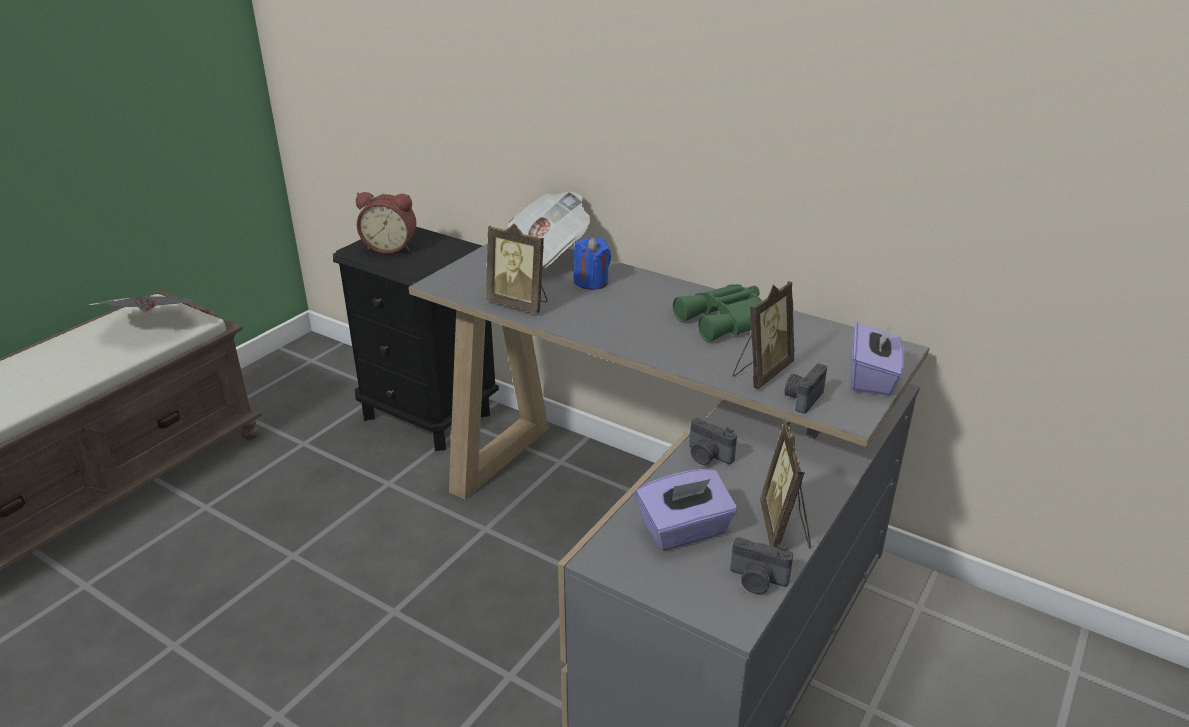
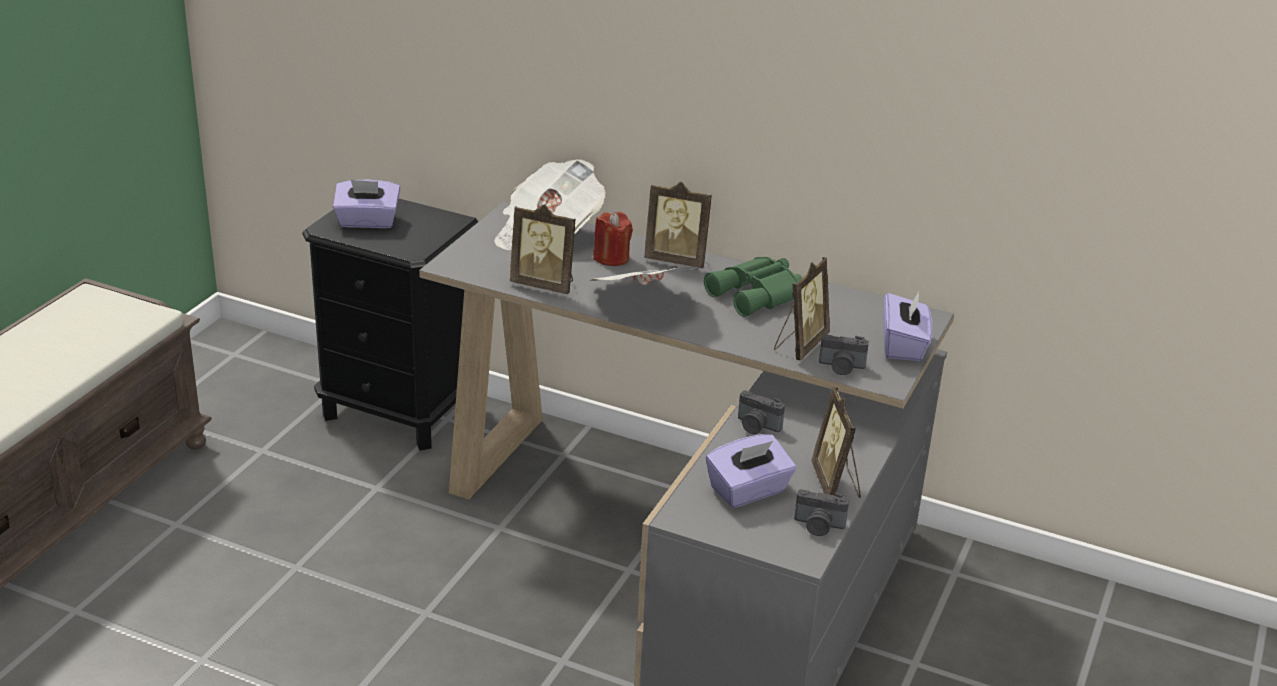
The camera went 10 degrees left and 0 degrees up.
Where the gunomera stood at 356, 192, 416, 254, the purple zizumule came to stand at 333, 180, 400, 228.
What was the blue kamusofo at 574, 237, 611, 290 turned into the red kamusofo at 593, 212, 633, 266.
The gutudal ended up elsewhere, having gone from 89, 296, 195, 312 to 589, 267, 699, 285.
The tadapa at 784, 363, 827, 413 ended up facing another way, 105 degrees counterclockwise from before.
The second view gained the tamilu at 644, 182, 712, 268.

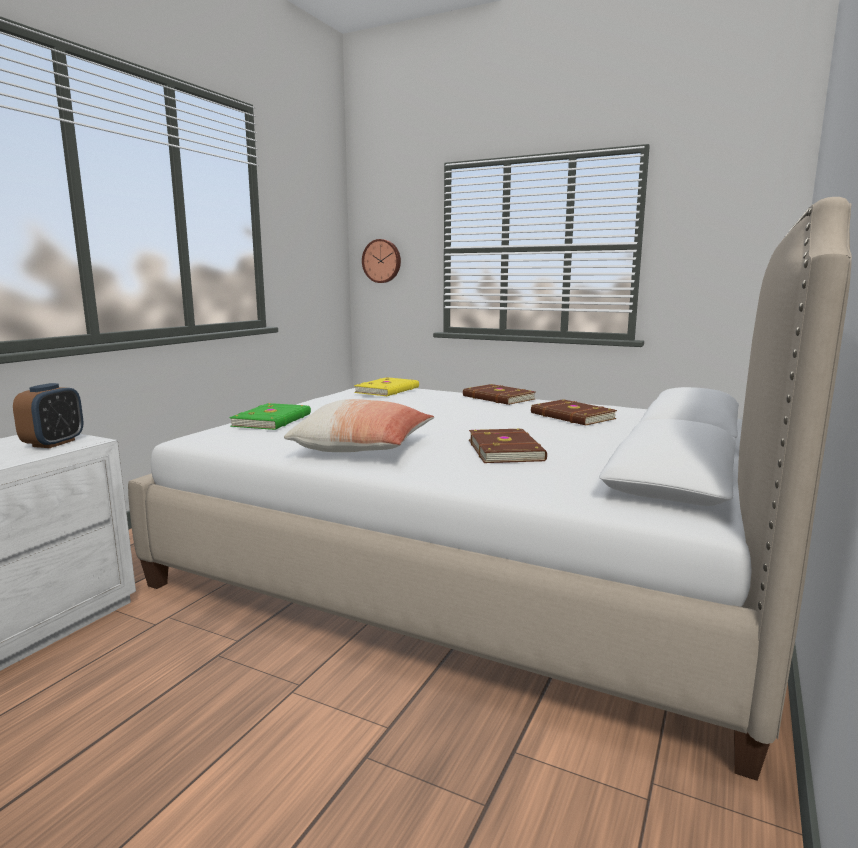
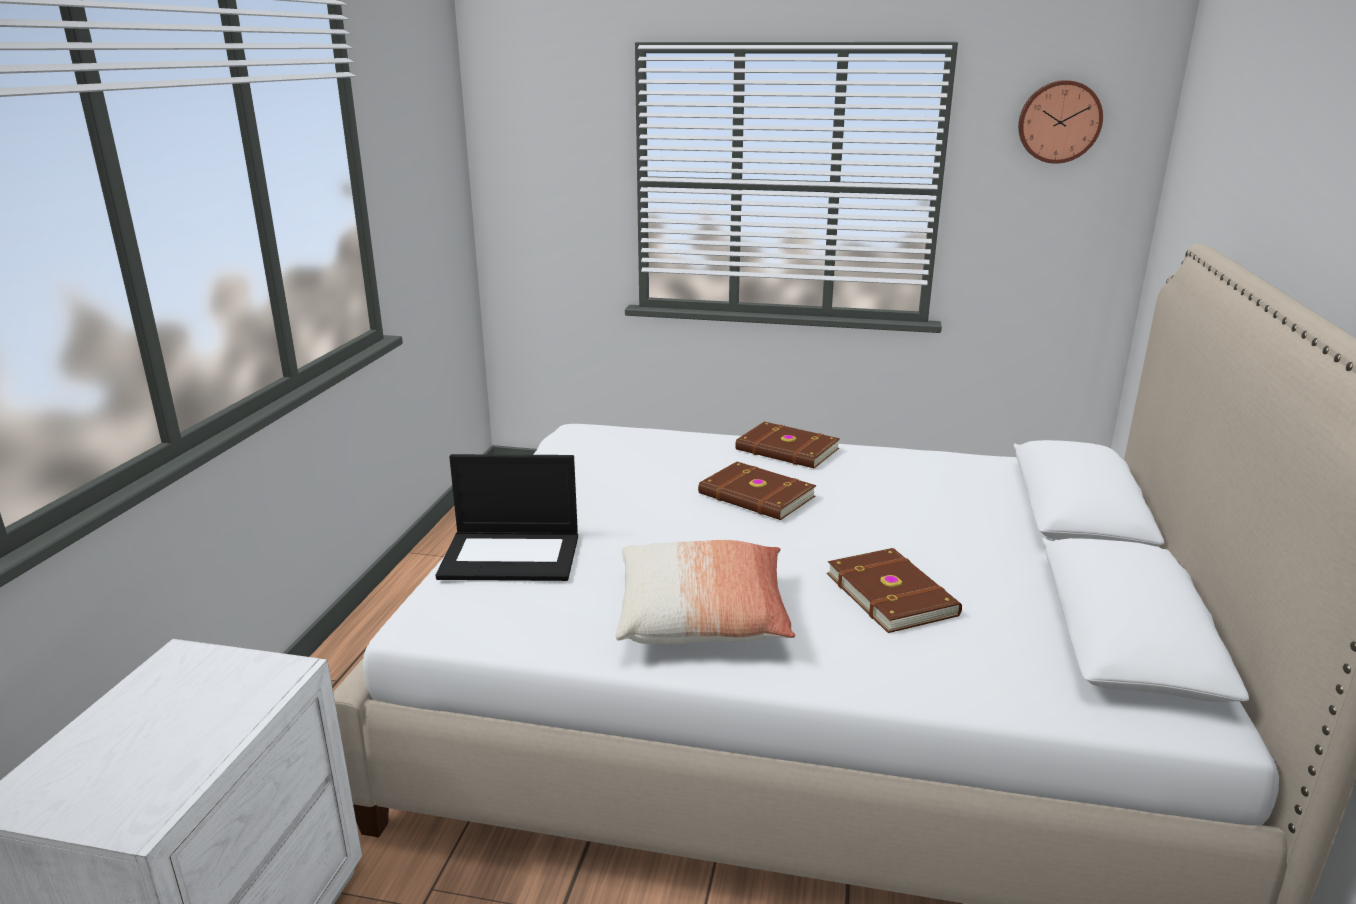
The camera went 15 degrees left and 10 degrees up.
The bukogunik ended up elsewhere, having gone from 362, 239, 401, 283 to 1018, 80, 1103, 164.
The second view lost the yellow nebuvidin at 354, 377, 419, 396.
The second view lost the gunomera at 13, 383, 84, 448.
The brown nebuvidin ended up elsewhere, having gone from 531, 399, 617, 425 to 698, 462, 816, 520.
Where the green nebuvidin stood at 229, 403, 311, 430, the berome came to stand at 436, 454, 578, 581.

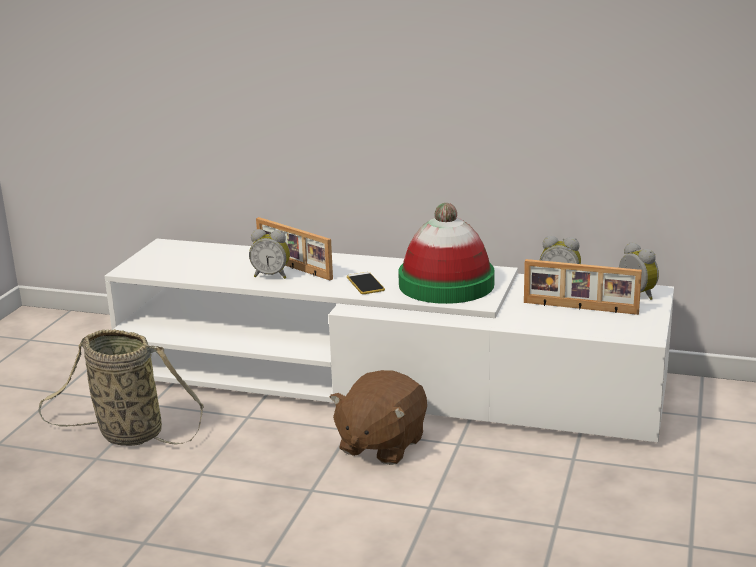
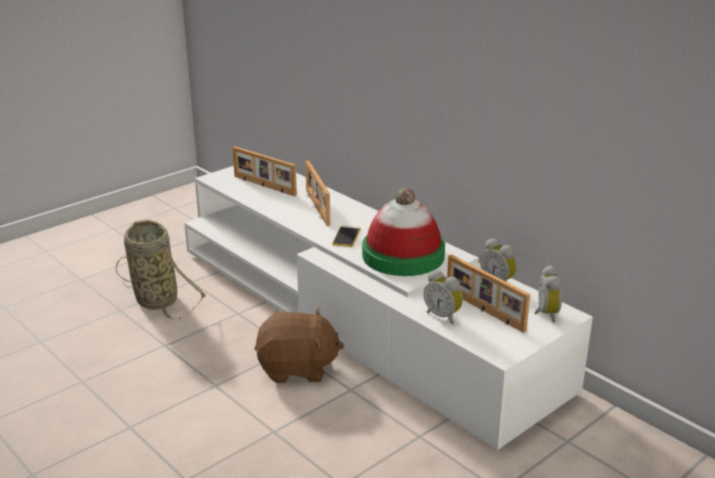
The camera went 30 degrees right and 5 degrees up.
The gunomera ended up elsewhere, having gone from 249, 229, 290, 279 to 424, 270, 463, 324.
The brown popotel at 330, 370, 427, 465 ended up facing another way, 150 degrees counterclockwise from before.
The second view gained the tamilu at 232, 146, 297, 196.

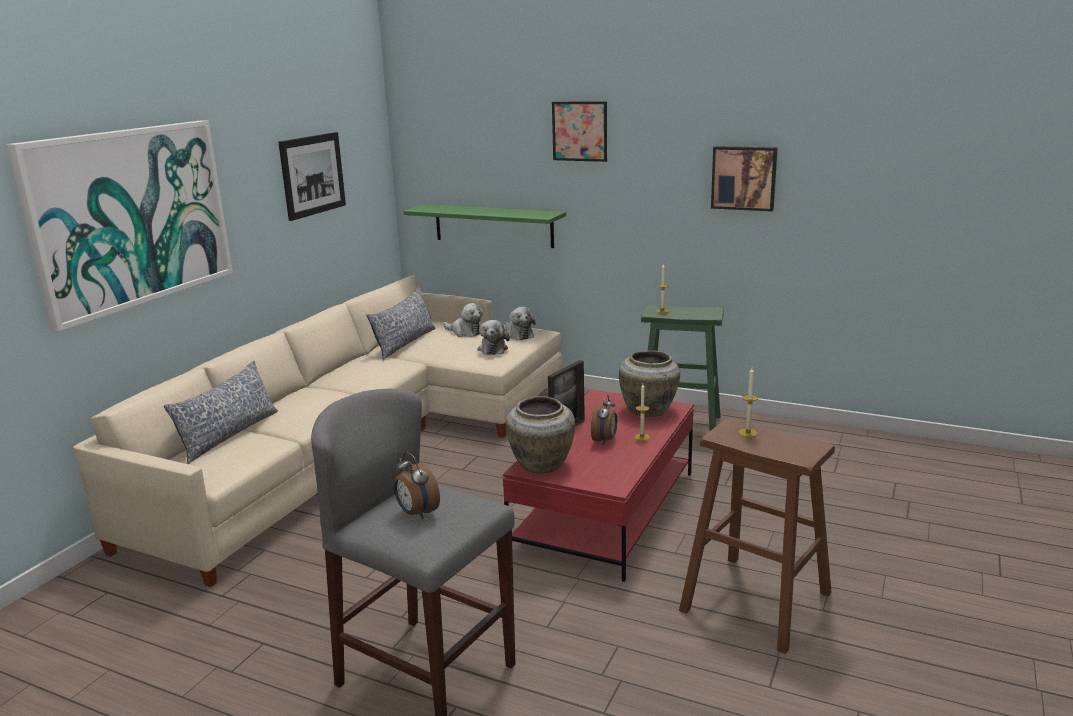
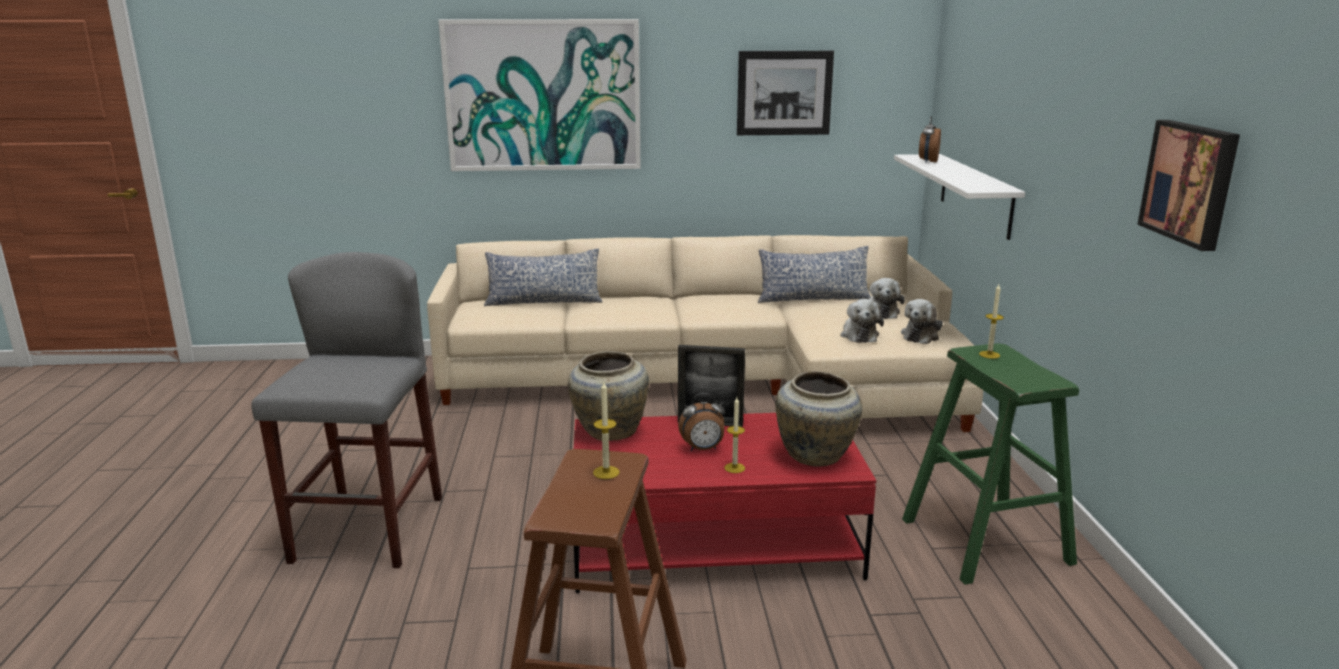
The camera went 60 degrees right and 0 degrees up.
The second view lost the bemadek at 552, 102, 607, 162.
What was the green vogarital at 403, 204, 566, 248 turned into the white vogarital at 894, 154, 1025, 240.
The popotel at 478, 320, 510, 355 ended up facing another way, 60 degrees counterclockwise from before.
The gunomera ended up elsewhere, having gone from 394, 452, 440, 519 to 919, 116, 941, 163.

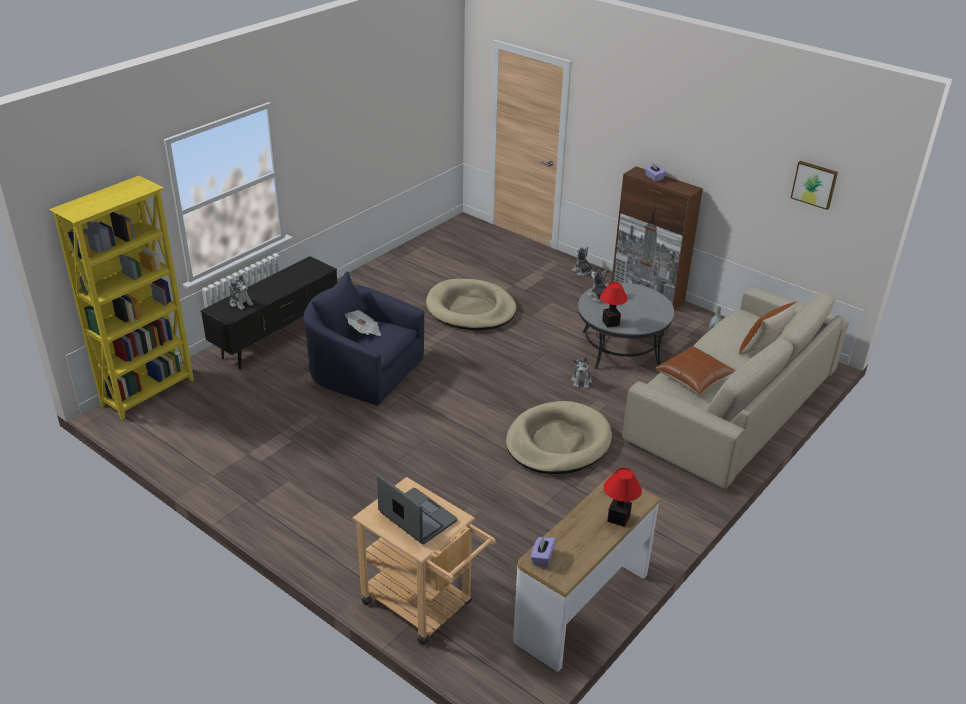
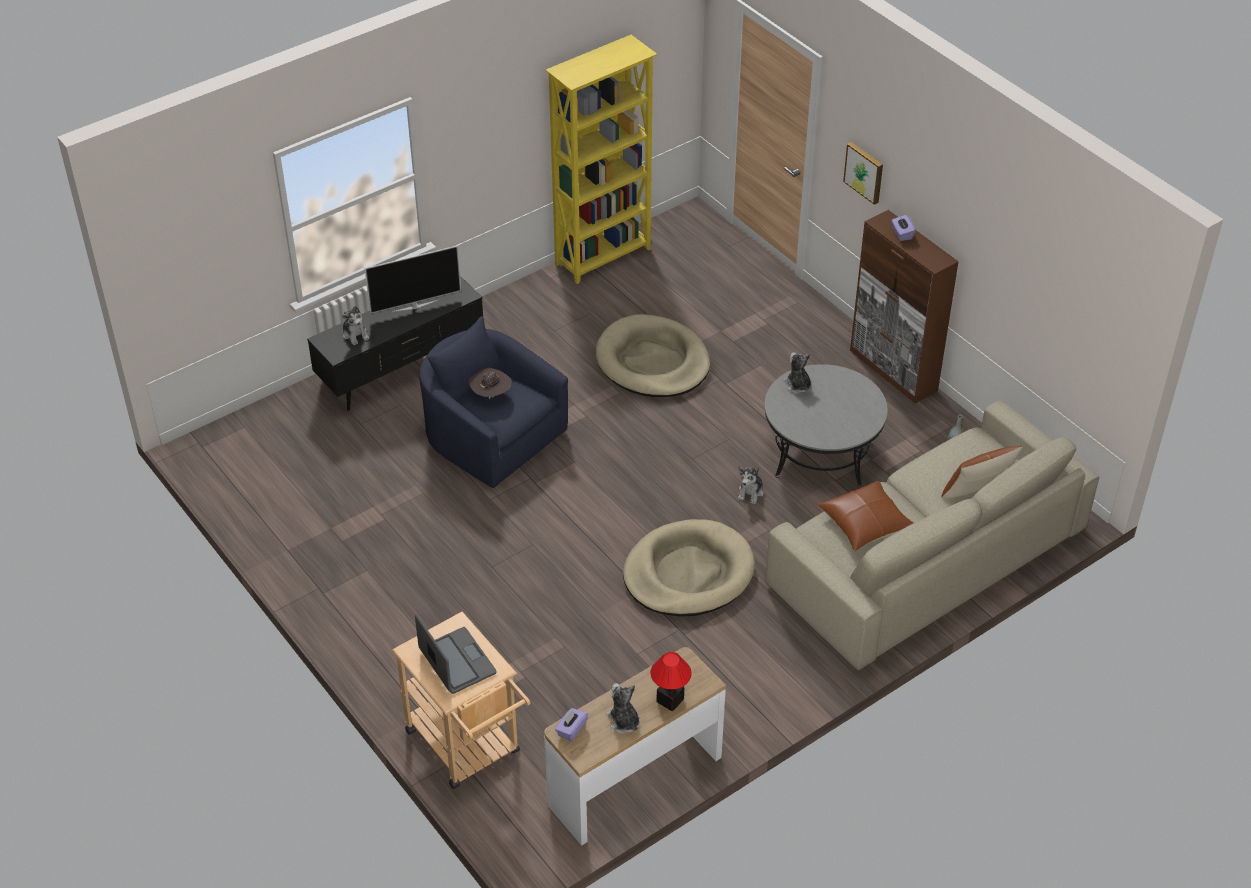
The camera went 15 degrees right and 10 degrees up.
The bemadek ended up elsewhere, having gone from 791, 161, 838, 210 to 843, 142, 883, 205.
The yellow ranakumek ended up elsewhere, having gone from 49, 176, 194, 420 to 546, 35, 658, 284.
The popotel ended up elsewhere, having gone from 572, 247, 595, 276 to 606, 683, 640, 734.
The second view lost the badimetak at 600, 282, 628, 328.
Where the gutudal stood at 345, 310, 381, 336, the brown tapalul came to stand at 469, 368, 512, 399.
The second view gained the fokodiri at 365, 245, 461, 314.

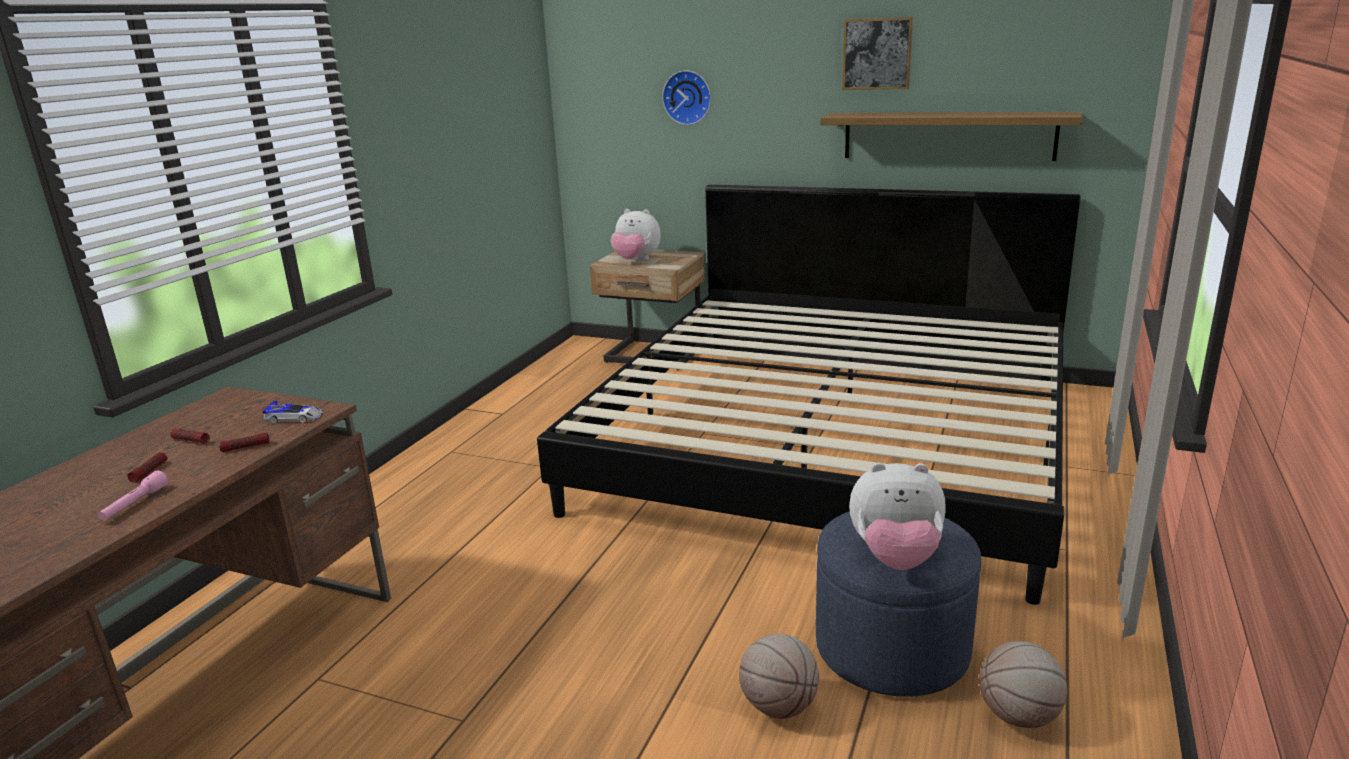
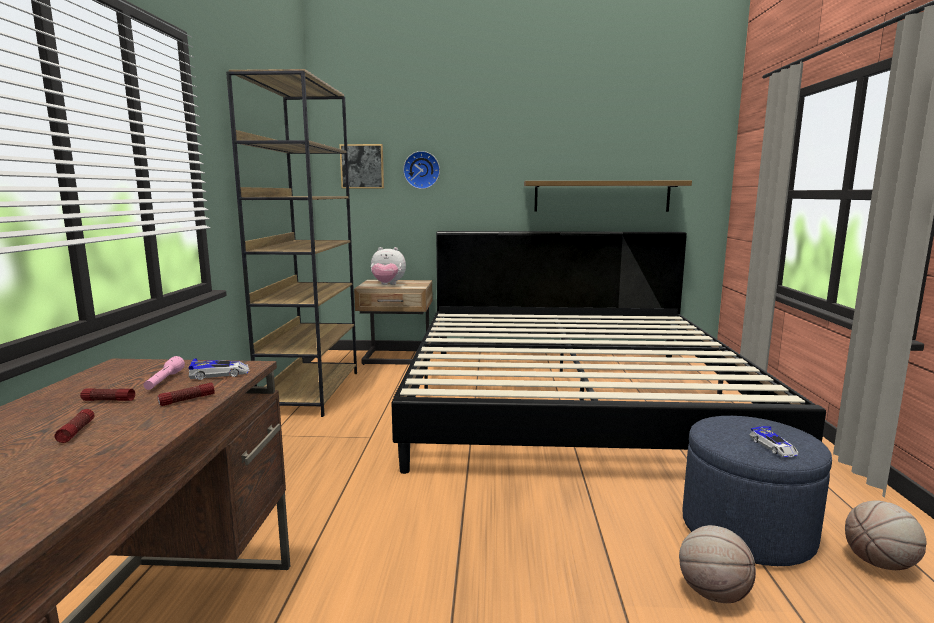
The camera went 20 degrees left and 10 degrees down.
The bemadek ended up elsewhere, having gone from 842, 17, 913, 90 to 339, 144, 384, 189.
Where the popotel stood at 849, 463, 946, 570, the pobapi came to stand at 750, 426, 799, 457.
The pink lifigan ended up elsewhere, having gone from 98, 471, 168, 521 to 143, 356, 185, 390.
The second view gained the brown ranakumek at 226, 69, 357, 417.

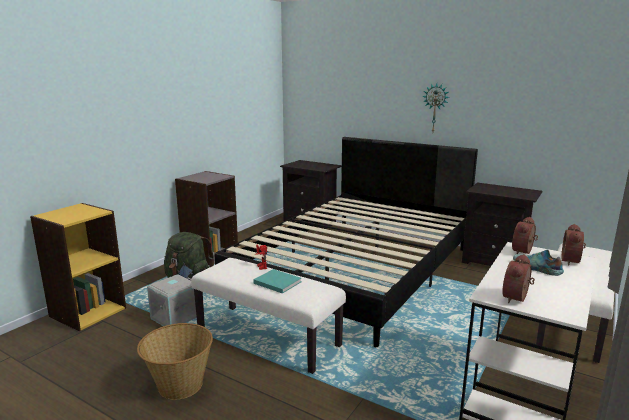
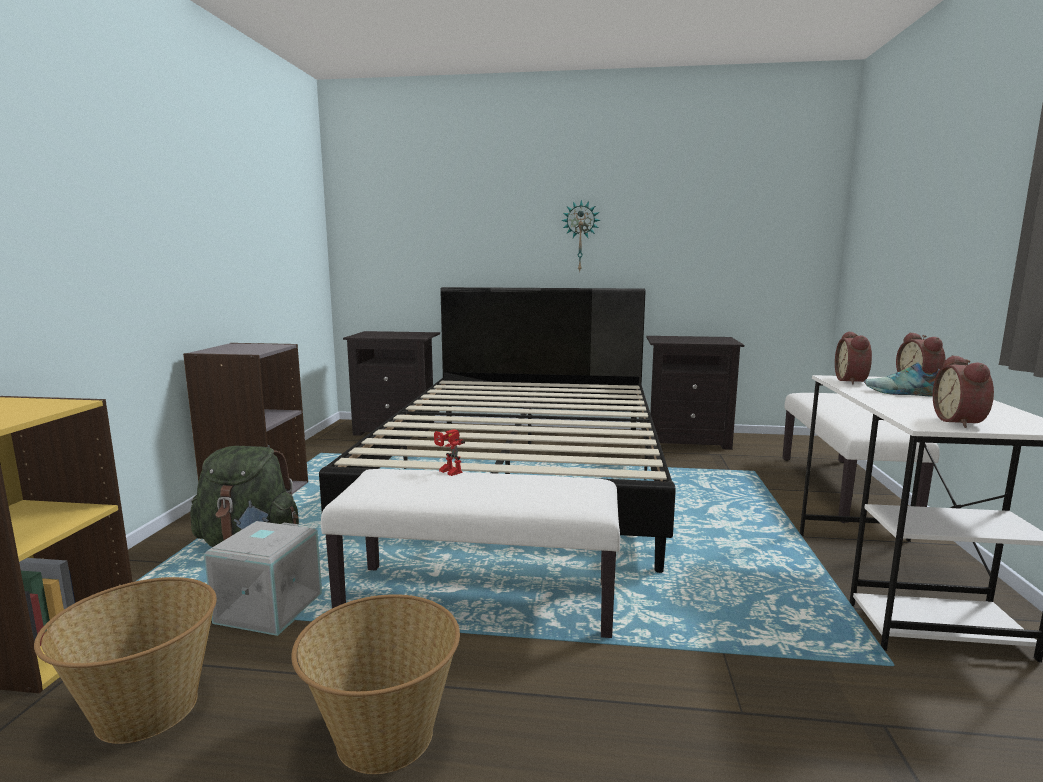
The camera went 25 degrees left and 5 degrees down.
The second view lost the turquoise nebuvidin at 253, 269, 301, 294.
The second view gained the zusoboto at 34, 577, 217, 744.

